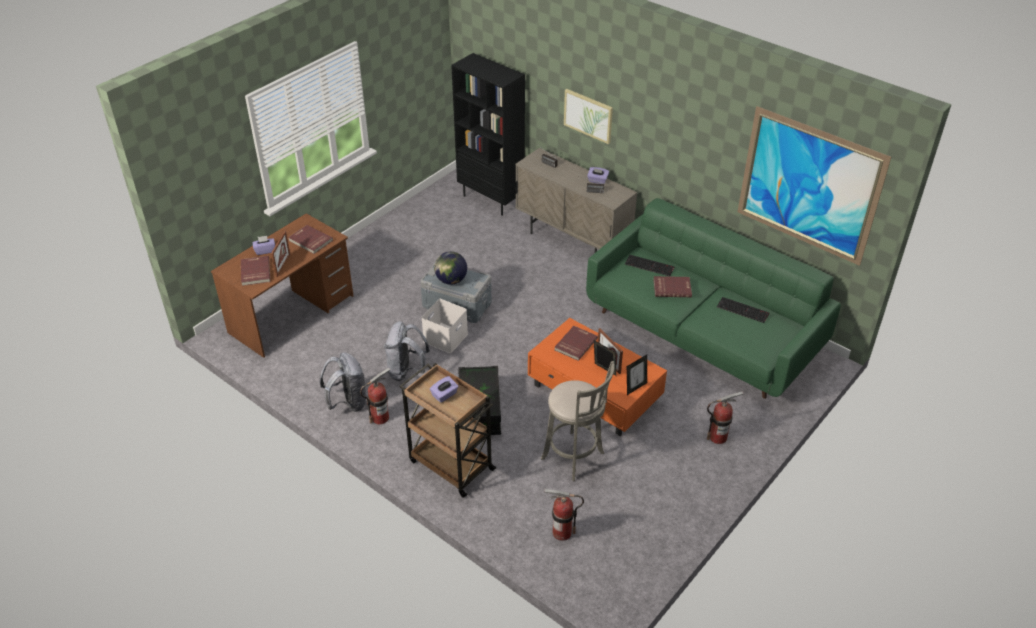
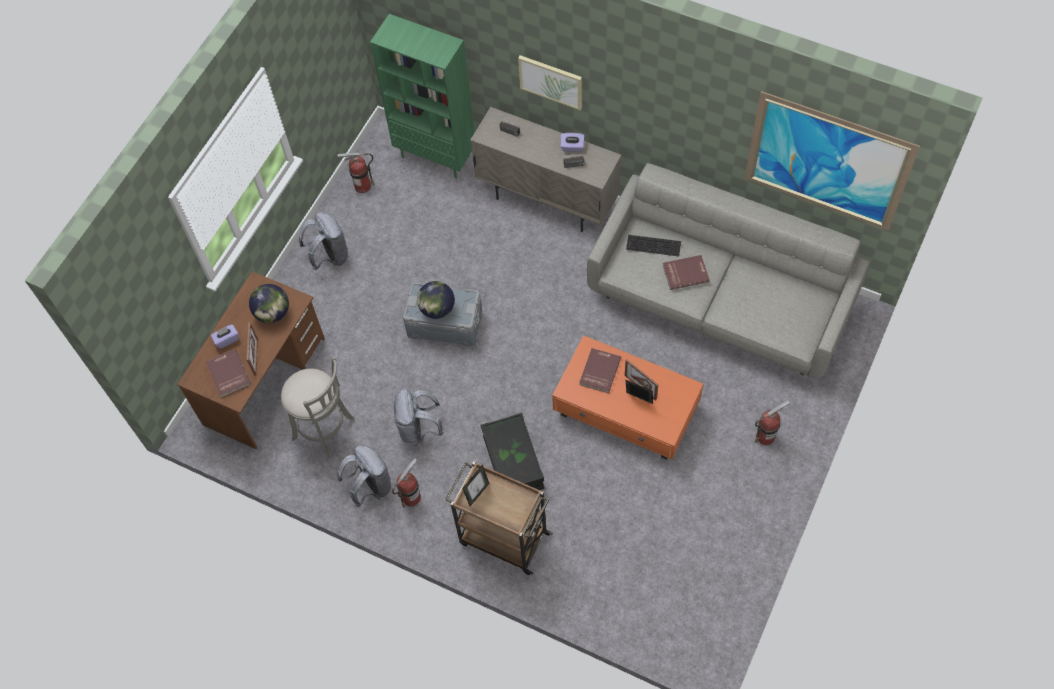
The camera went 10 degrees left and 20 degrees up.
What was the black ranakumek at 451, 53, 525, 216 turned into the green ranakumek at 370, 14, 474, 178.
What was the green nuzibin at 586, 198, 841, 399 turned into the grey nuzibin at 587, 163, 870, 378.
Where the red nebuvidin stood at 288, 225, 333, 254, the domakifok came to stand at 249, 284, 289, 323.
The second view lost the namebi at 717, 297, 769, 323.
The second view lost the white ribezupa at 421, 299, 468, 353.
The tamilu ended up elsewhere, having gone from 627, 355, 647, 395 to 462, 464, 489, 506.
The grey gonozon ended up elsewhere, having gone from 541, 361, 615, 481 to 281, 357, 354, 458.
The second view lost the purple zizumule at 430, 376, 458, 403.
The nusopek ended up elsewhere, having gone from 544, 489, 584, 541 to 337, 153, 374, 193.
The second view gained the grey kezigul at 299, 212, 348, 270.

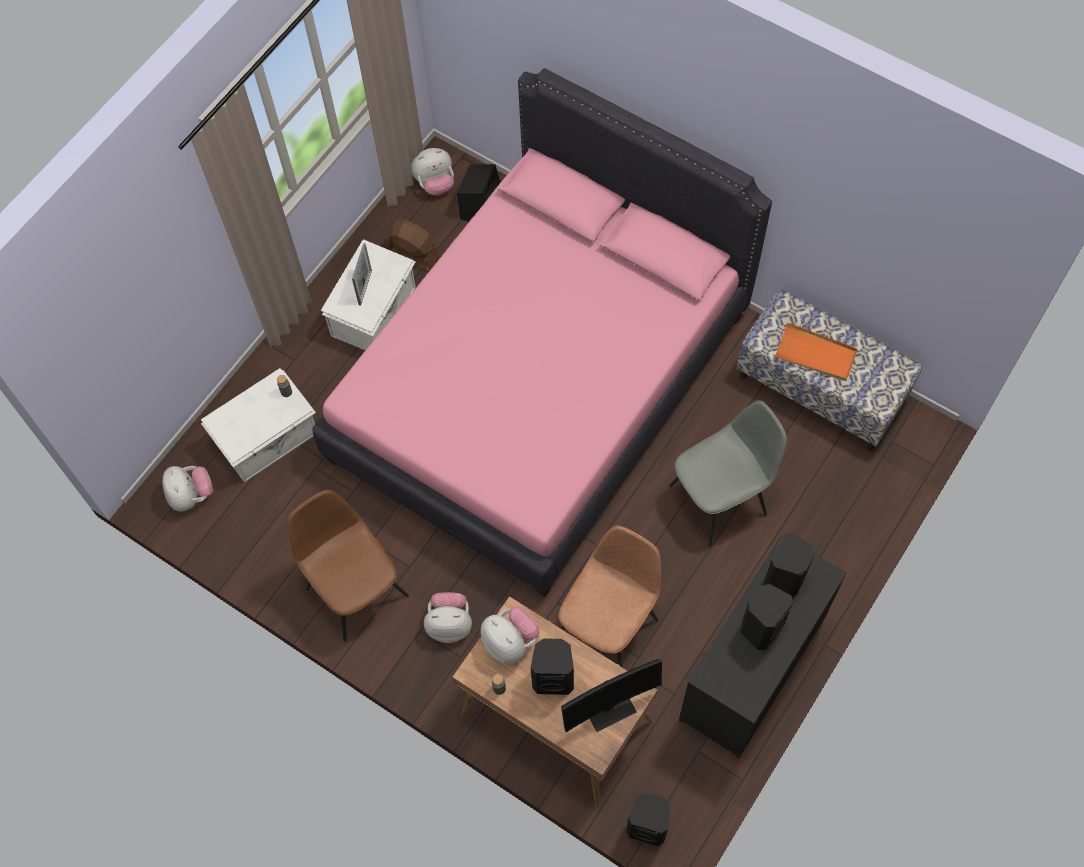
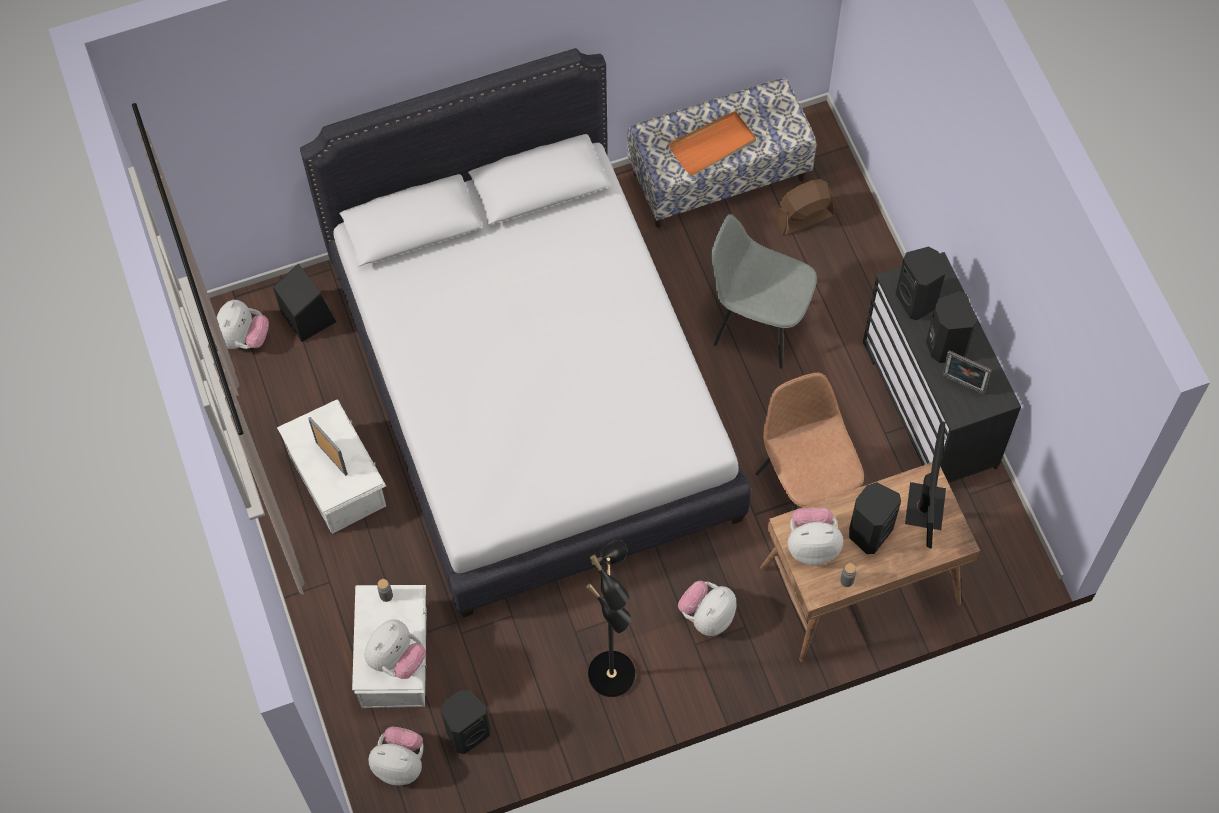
The camera went 55 degrees left and 0 degrees up.
What was the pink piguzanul at 312, 68, 772, 597 turned into the white piguzanul at 300, 48, 751, 618.
The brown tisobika ended up elsewhere, having gone from 387, 219, 440, 272 to 774, 179, 836, 236.
The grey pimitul at 669, 400, 787, 546 ended up facing another way, 75 degrees counterclockwise from before.
Where the brown pimitul stood at 287, 490, 409, 642, the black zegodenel came to stand at 586, 540, 635, 697.
The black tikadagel ended up elsewhere, having gone from 626, 793, 670, 846 to 441, 690, 490, 754.
The second view gained the tamilu at 942, 351, 991, 394.
The second view gained the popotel at 364, 619, 426, 679.

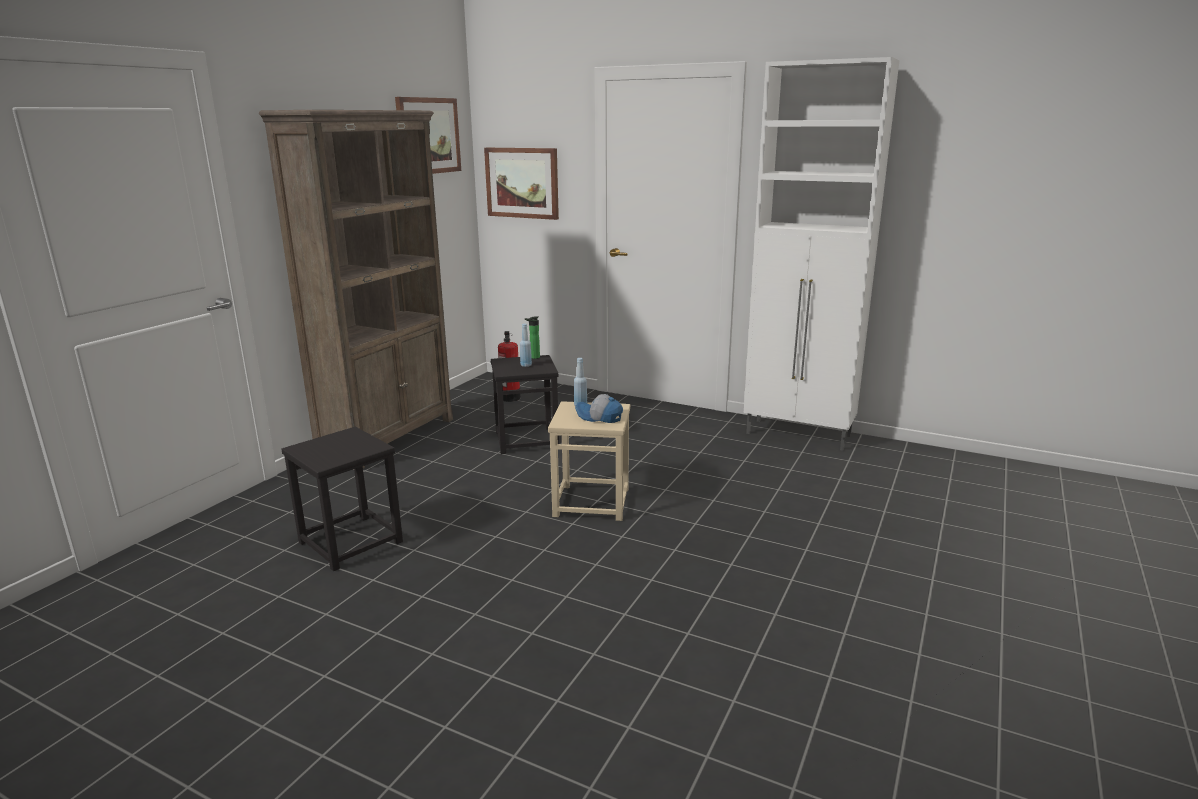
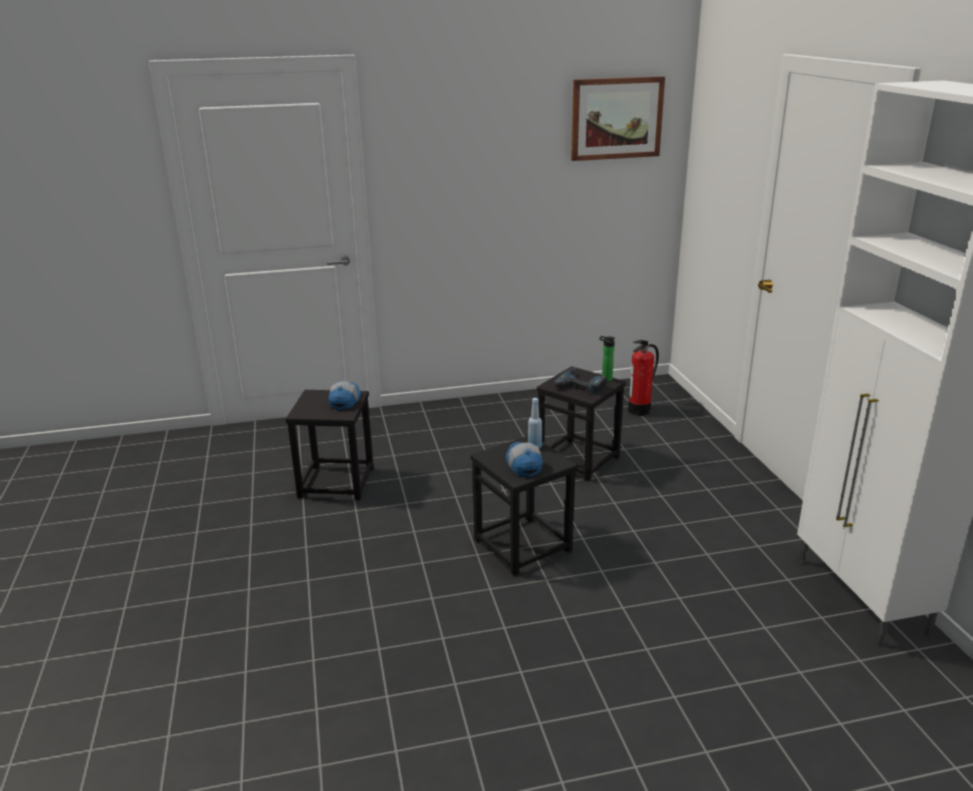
The camera went 50 degrees right and 5 degrees up.
The second view lost the brown ranakumek at 259, 110, 453, 470.
The second view lost the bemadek at 484, 148, 559, 220.
Where the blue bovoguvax stood at 520, 324, 532, 367, the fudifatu came to stand at 554, 368, 607, 395.
What was the beige gonozon at 548, 401, 630, 521 turned into the black gonozon at 471, 436, 577, 576.
The second view gained the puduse at 329, 381, 361, 410.

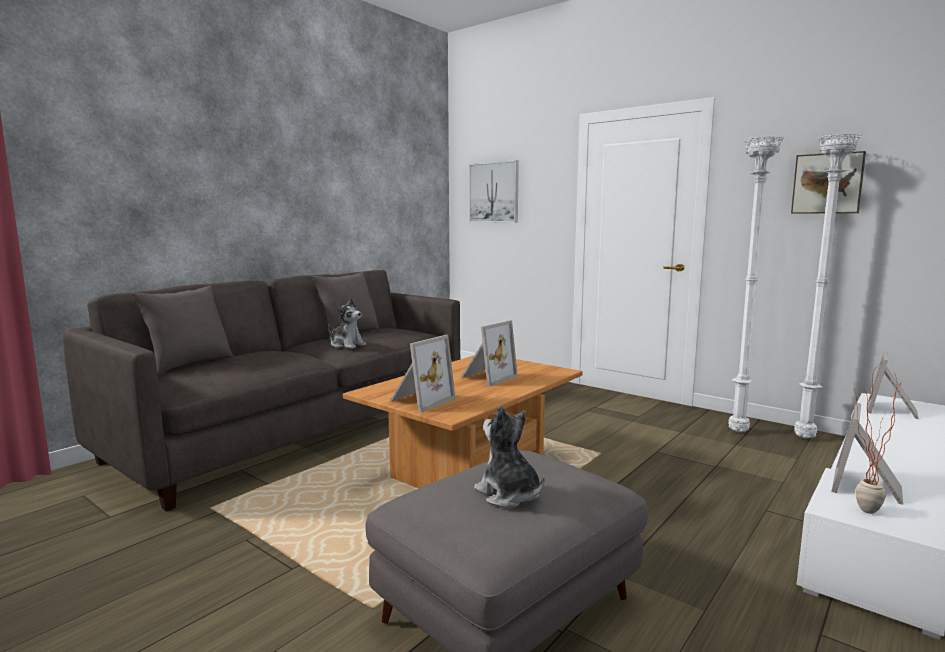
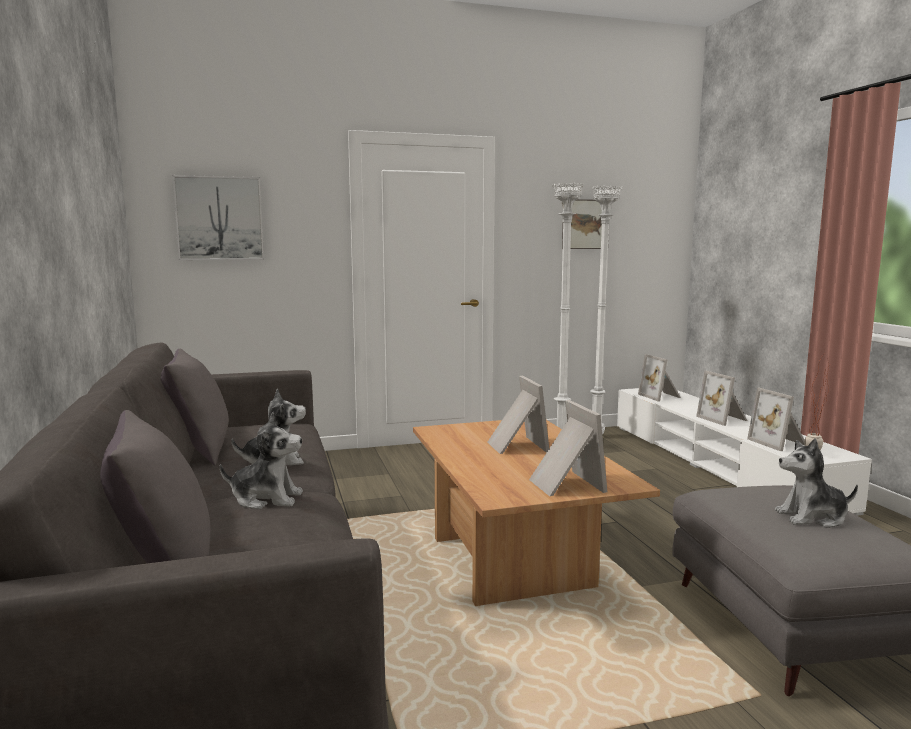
The camera went 55 degrees left and 0 degrees up.
The second view gained the tamilu at 696, 371, 747, 426.
The second view gained the popotel at 220, 412, 303, 509.

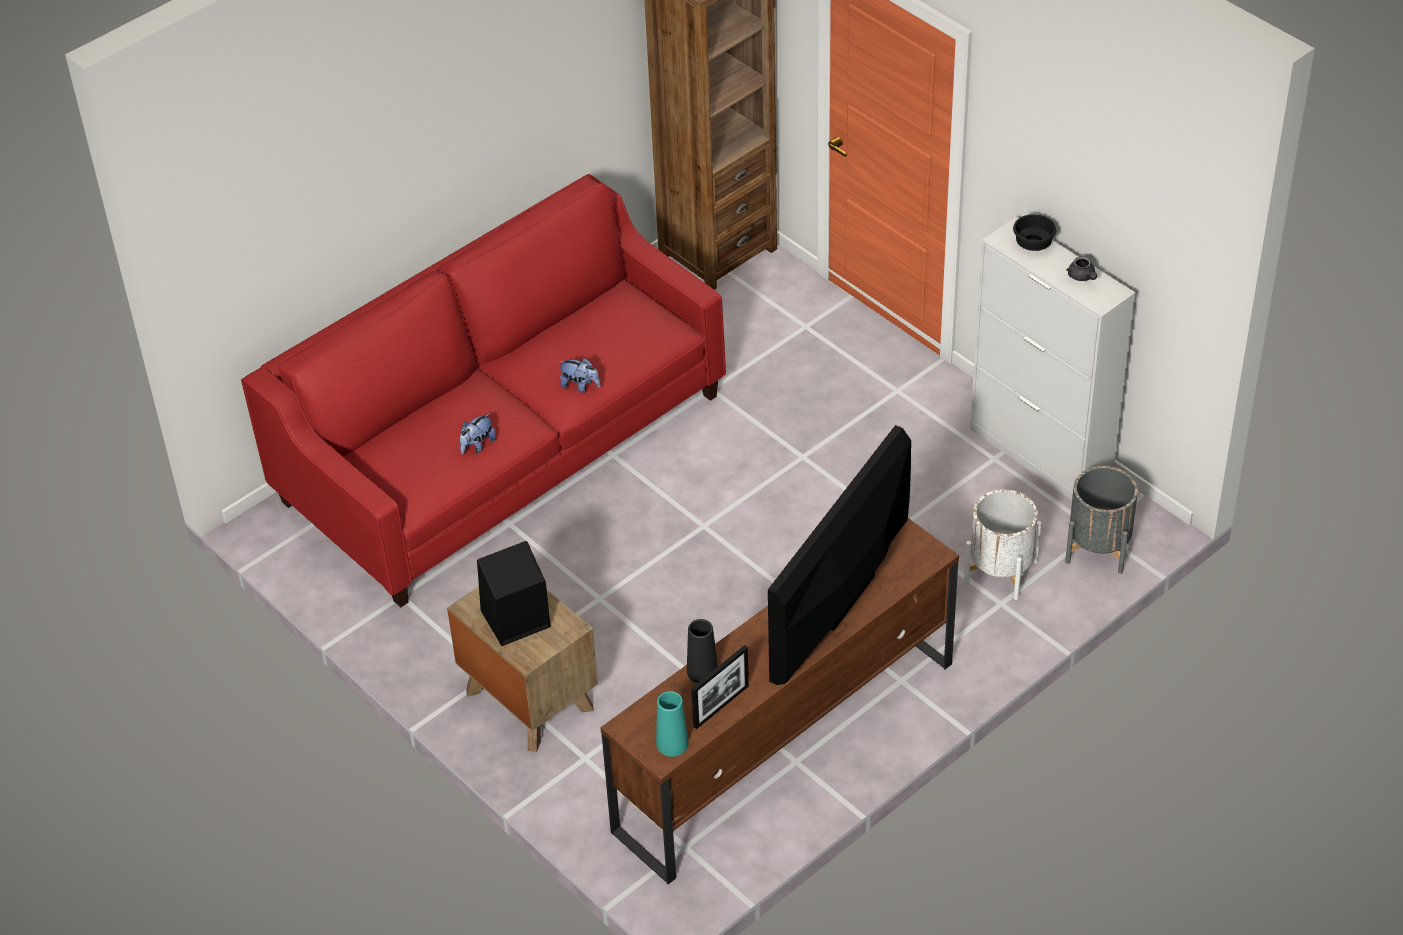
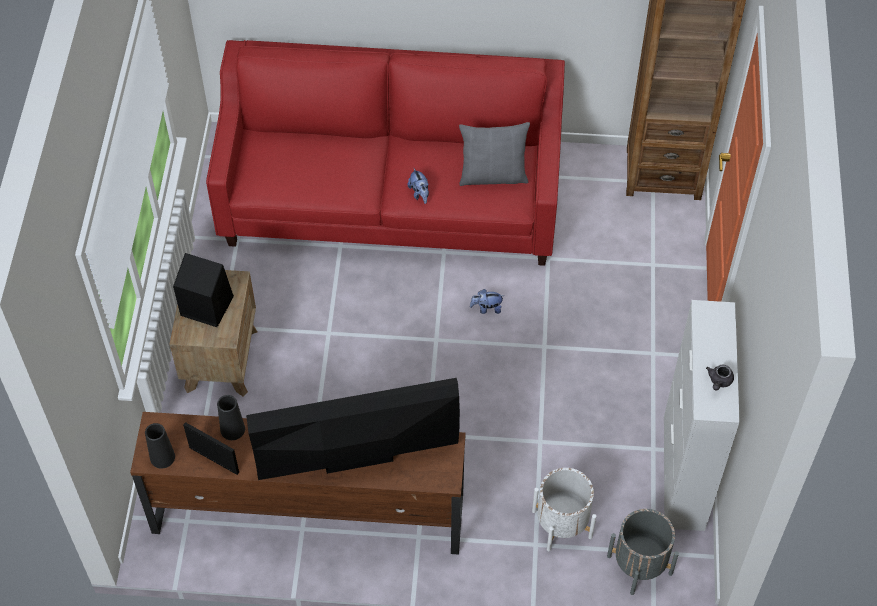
The camera went 45 degrees right and 10 degrees up.
The second view lost the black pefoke at 1013, 214, 1057, 251.
The popotel ended up elsewhere, having gone from 459, 413, 496, 454 to 470, 289, 504, 314.
The tamilu at 691, 645, 749, 729 ended up facing another way, 150 degrees counterclockwise from before.
What was the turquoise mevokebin at 656, 691, 689, 757 turned into the black mevokebin at 145, 423, 175, 468.
The second view gained the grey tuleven at 459, 122, 530, 186.

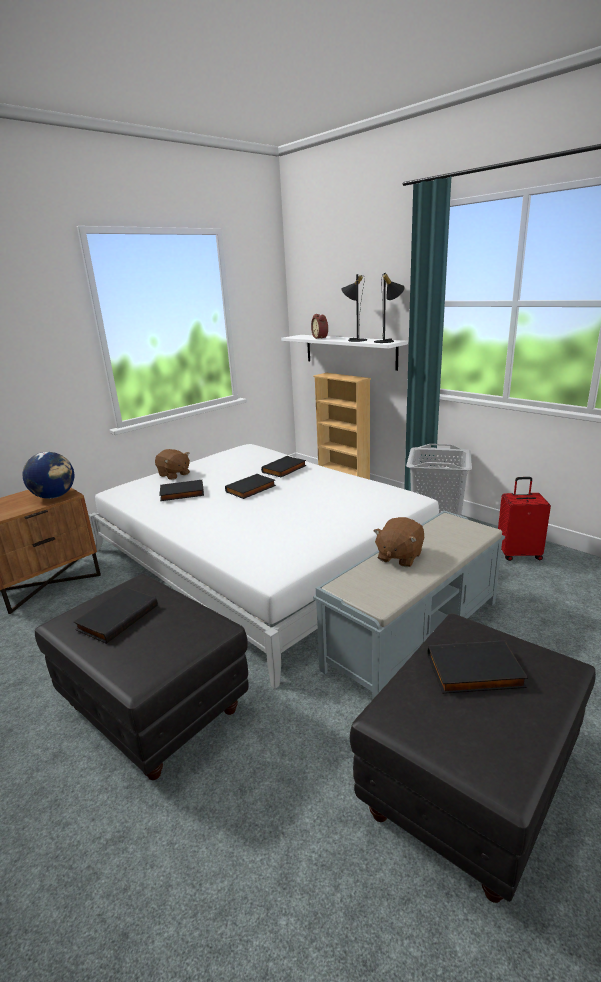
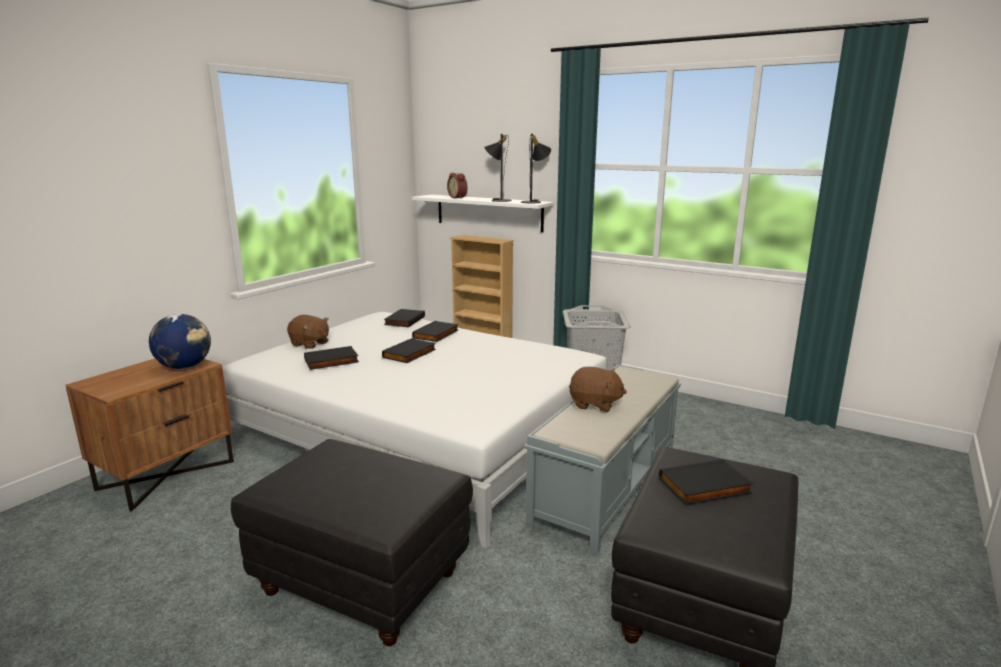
The camera went 15 degrees left and 5 degrees down.
The second view lost the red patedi at 498, 477, 551, 561.
The brown popotel at 374, 517, 424, 567 ended up facing another way, 90 degrees counterclockwise from before.
The black nebuvidin ended up elsewhere, having gone from 74, 587, 158, 644 to 384, 309, 425, 328.

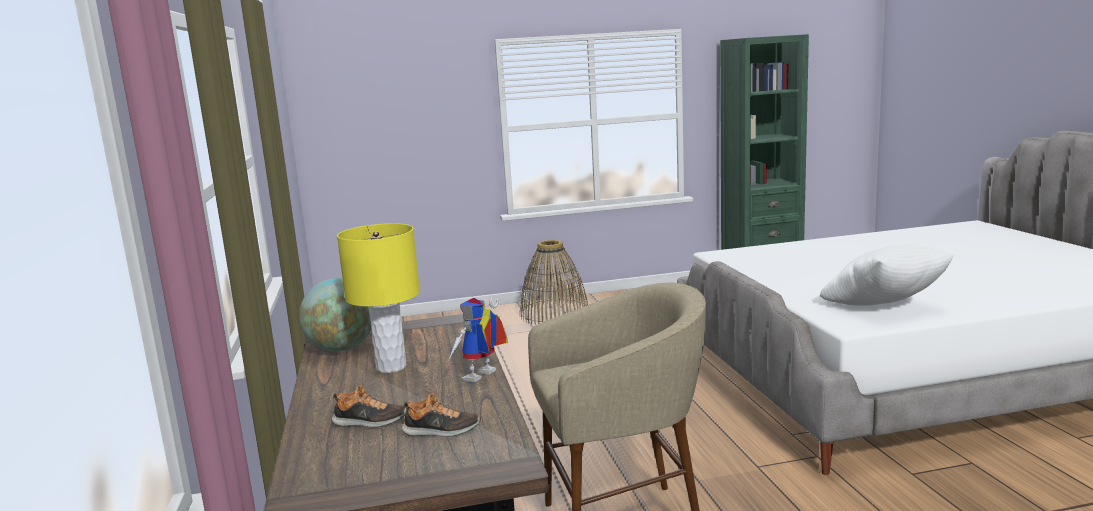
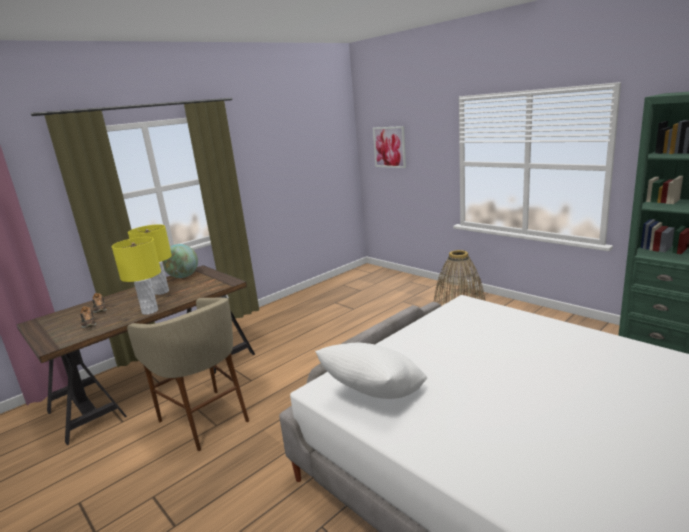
The camera went 60 degrees right and 5 degrees up.
Where the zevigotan stood at 449, 297, 508, 383, the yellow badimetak came to stand at 112, 237, 161, 315.
The second view gained the bemadek at 373, 126, 406, 168.

